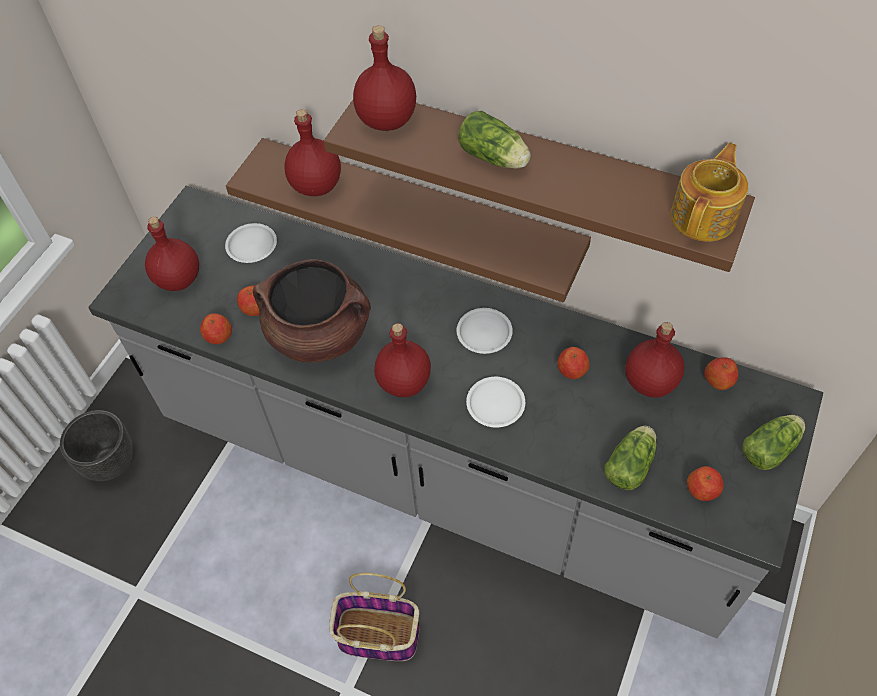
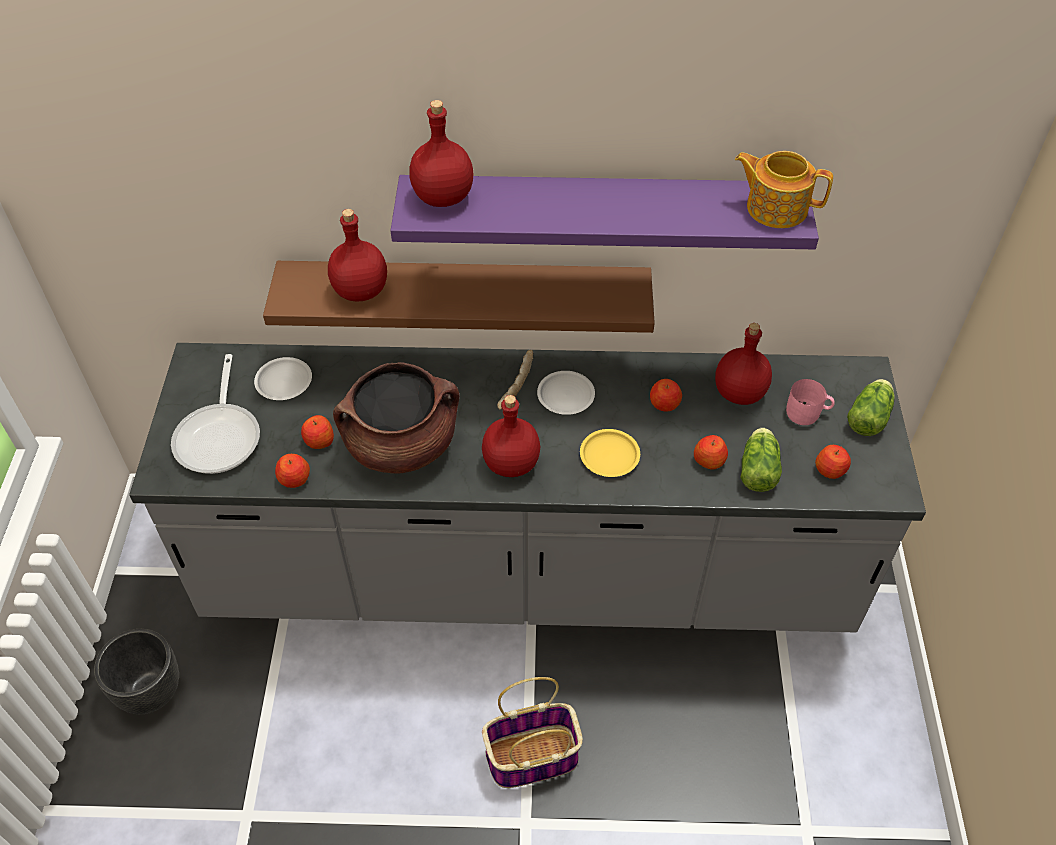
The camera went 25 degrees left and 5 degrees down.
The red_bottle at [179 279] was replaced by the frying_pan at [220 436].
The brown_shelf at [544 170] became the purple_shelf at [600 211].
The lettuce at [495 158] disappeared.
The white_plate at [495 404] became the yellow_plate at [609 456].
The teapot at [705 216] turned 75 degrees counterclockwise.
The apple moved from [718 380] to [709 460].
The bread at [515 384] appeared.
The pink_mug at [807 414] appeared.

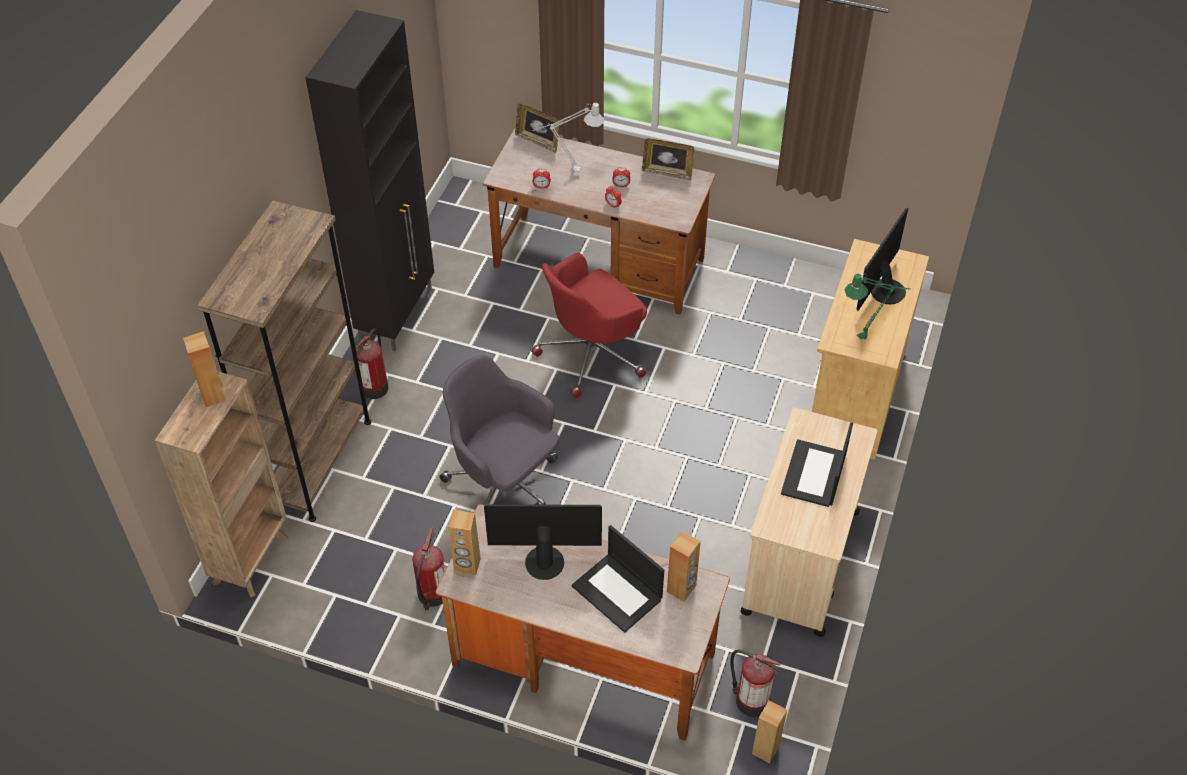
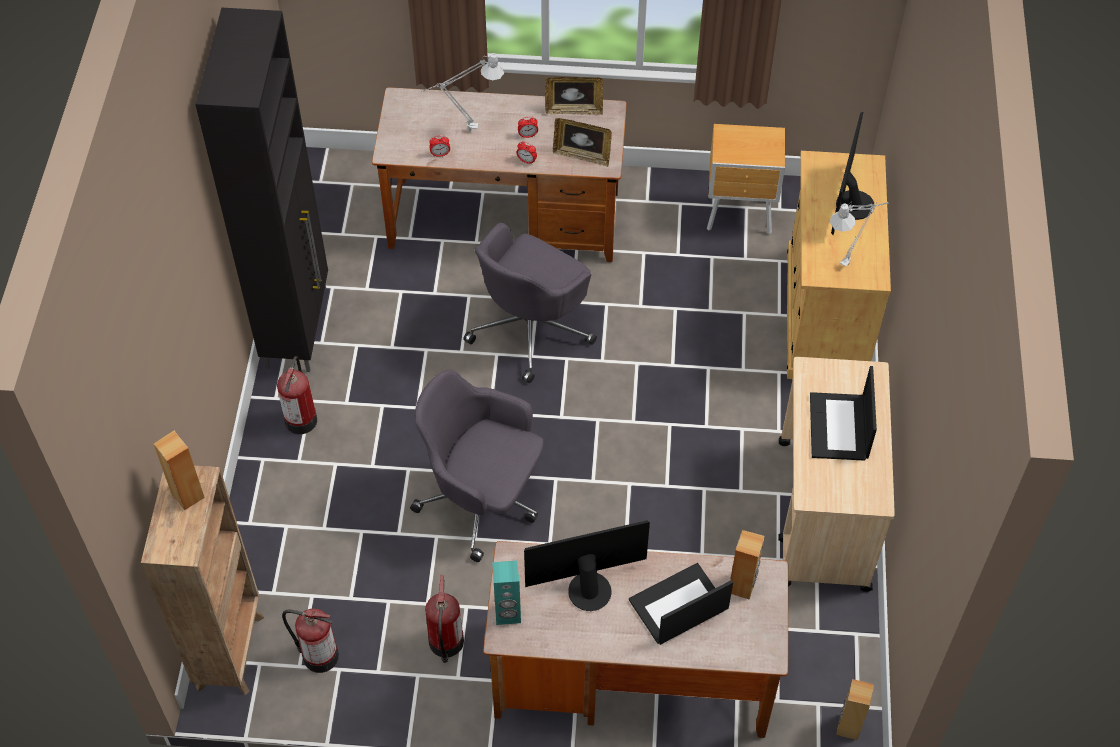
The camera went 15 degrees left and 5 degrees up.
The brown_bookcase at [317 462] disappeared.
The brown_speaker at [467 565] became the turquoise_speaker at [508 614].
The picture_frame moved from [538 141] to [582 156].
The red_office_chair at [592 354] became the grey_office_chair at [531 328].
The laptop at [618 592] turned 120 degrees clockwise.
The fire_extinguisher moved from [750 700] to [318 655].
The green_table_lamp at [869 336] became the grey_table_lamp at [850 261].
The brown_nightstand at [741 216] appeared.

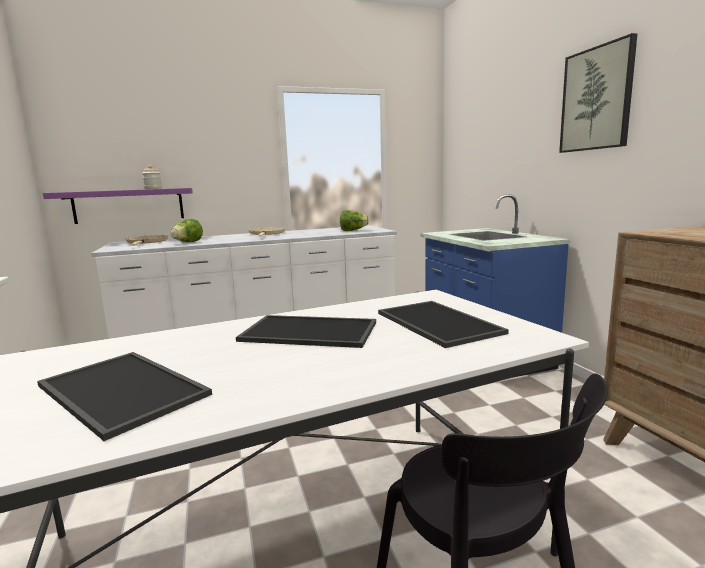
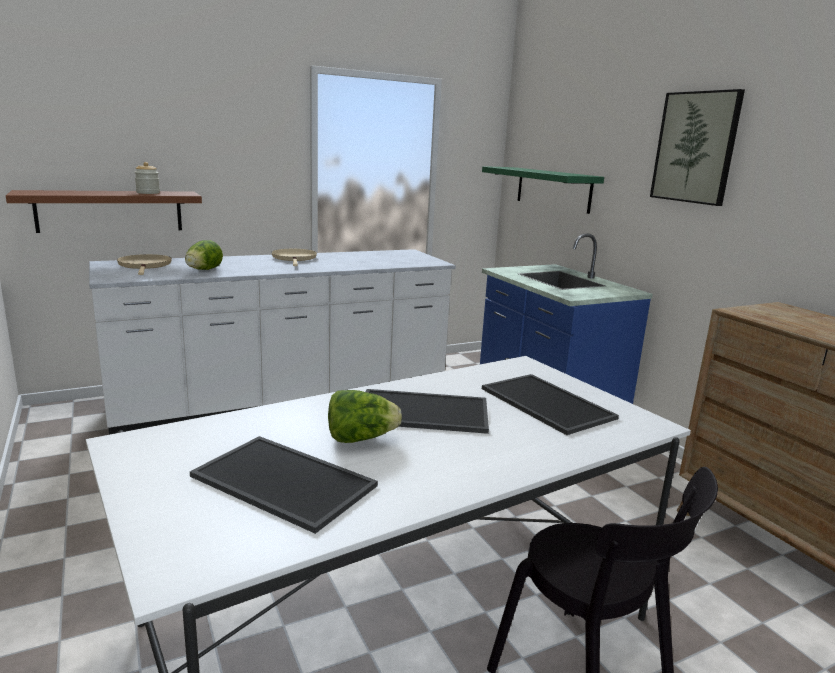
The camera went 10 degrees left and 5 degrees up.
The purple_shelf at [129 205] became the brown_shelf at [110 211].
The lettuce moved from [353 230] to [360 438].
The green_shelf at [553 189] appeared.

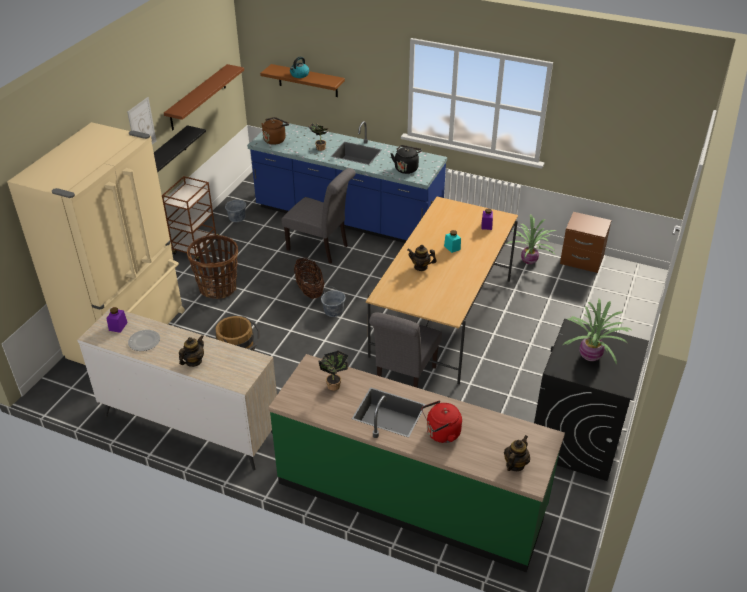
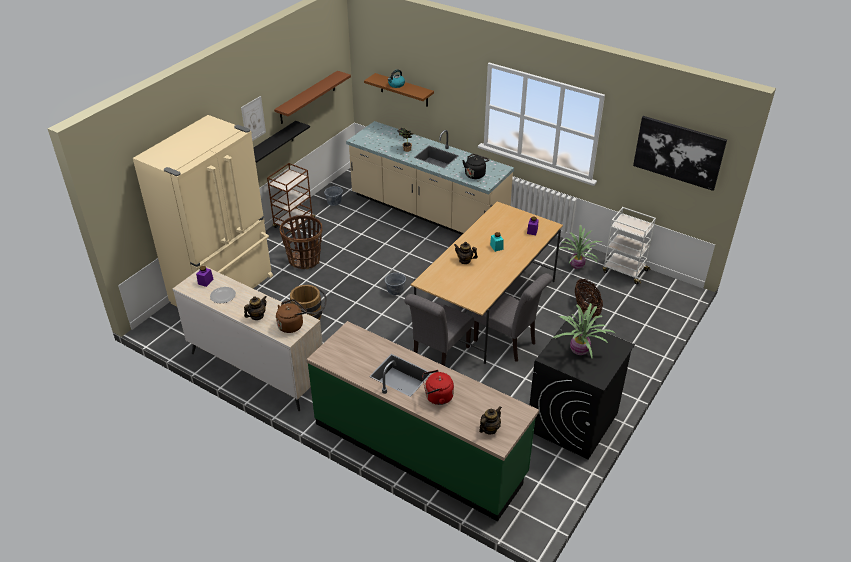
The camera went 10 degrees right and 0 degrees up.
The blue_counter at [347 219] became the beige_counter at [428 212].
The brown_kettle moved from [275 139] to [291 325].
The grey_chair moved from [321 248] to [508 343].
The basket moved from [309 290] to [586 309].
The potted_plant at [334 384] disappeared.
The brown_nightstand at [581 260] was replaced by the white_cart at [624 271].
The picture at [678 152] appeared.

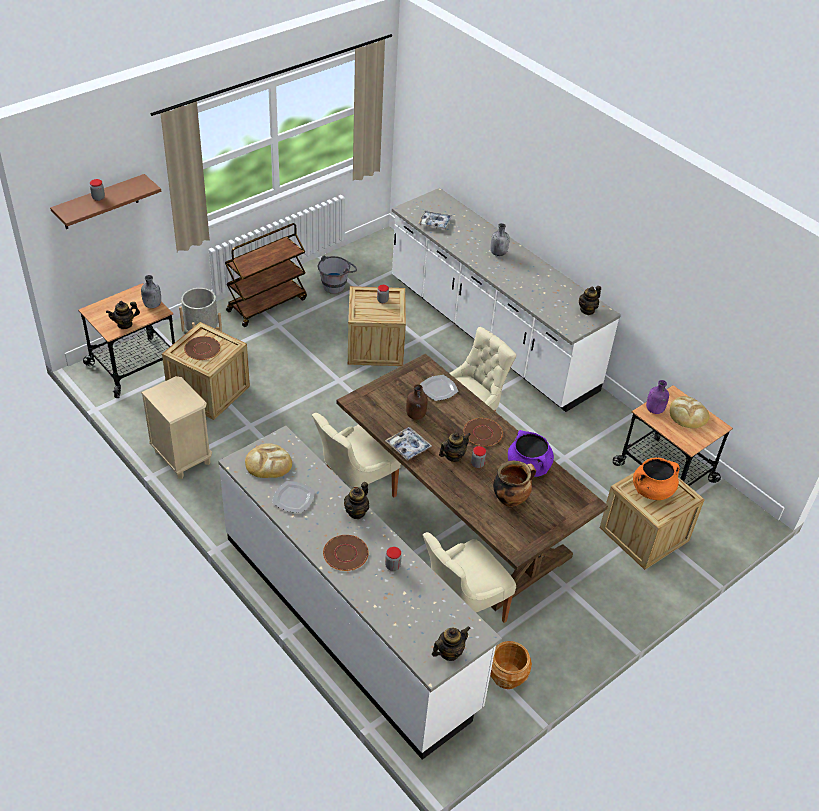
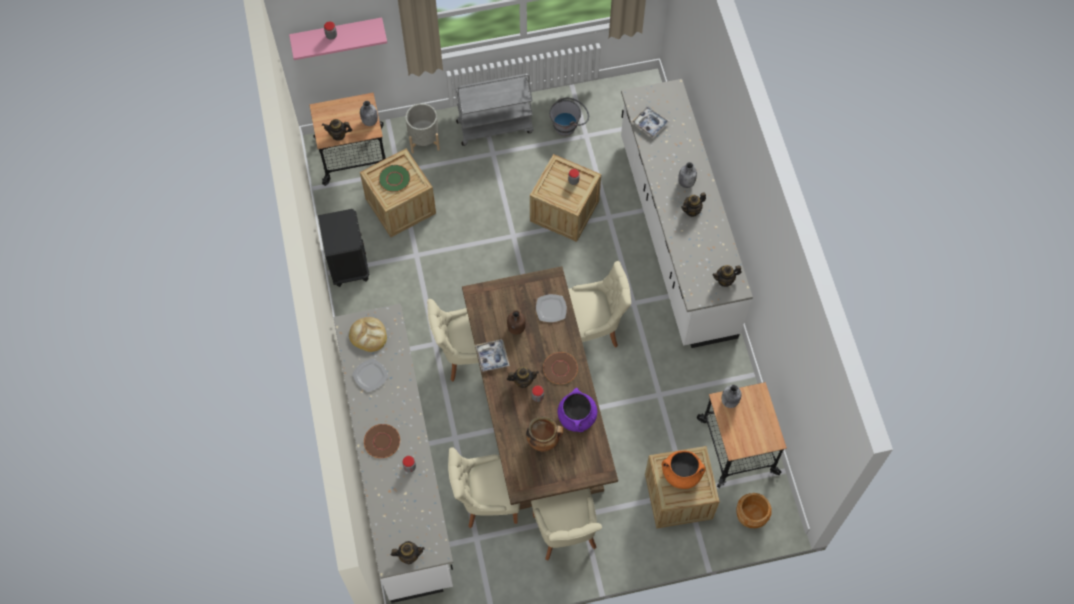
The camera went 30 degrees right and 20 degrees up.
The brown_shelf at [100 202] became the pink_shelf at [337 33].
The beige_nightstand at [182 457] became the black_nightstand at [349 265].
The brown_plate at [202 349] became the green_plate at [394 178].
The brown_cart at [267 304] became the grey_cart at [495 126].
The teapot moved from [356 512] to [692 210].
The brown_planter moved from [506 676] to [751 515].
The purple_bottle at [654 410] became the grey_bottle at [729 401].
The bread at [688 414] disappeared.
The beige_chair at [565 534] appeared.

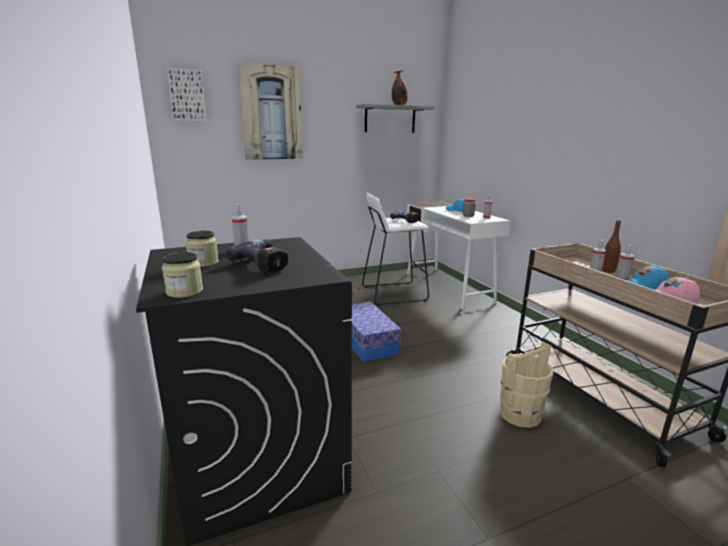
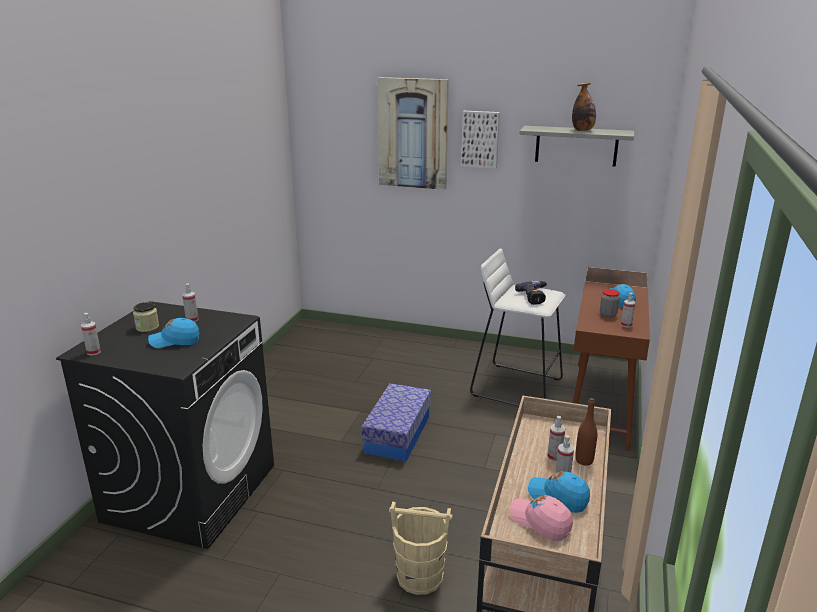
The camera went 40 degrees right and 5 degrees up.
The jar at [184 291] was replaced by the spray_bottle at [94 352].
The picture moved from [187 95] to [480 139].
The power_drill at [265 263] was replaced by the blue_cap at [175 341].
The white_desk at [448 287] became the brown_desk at [601 403].

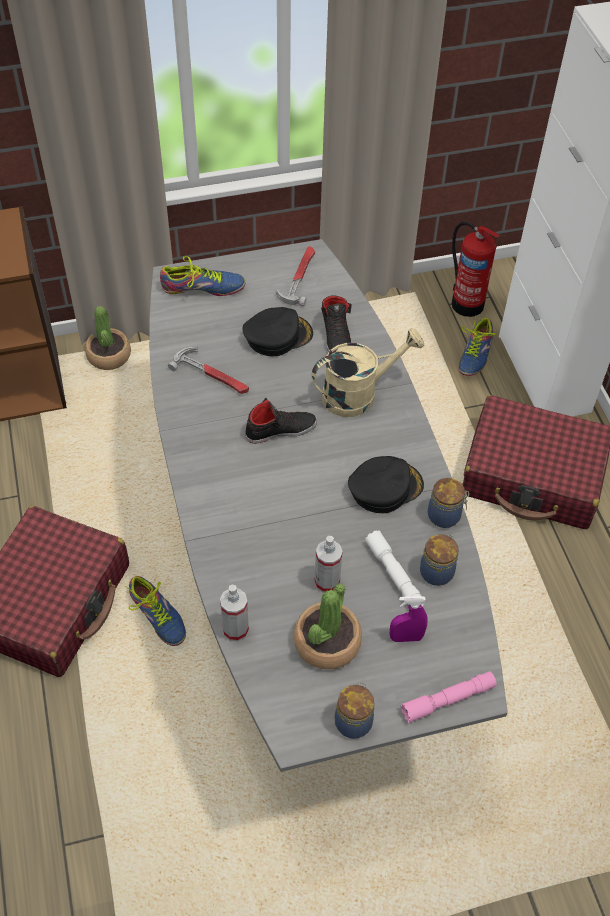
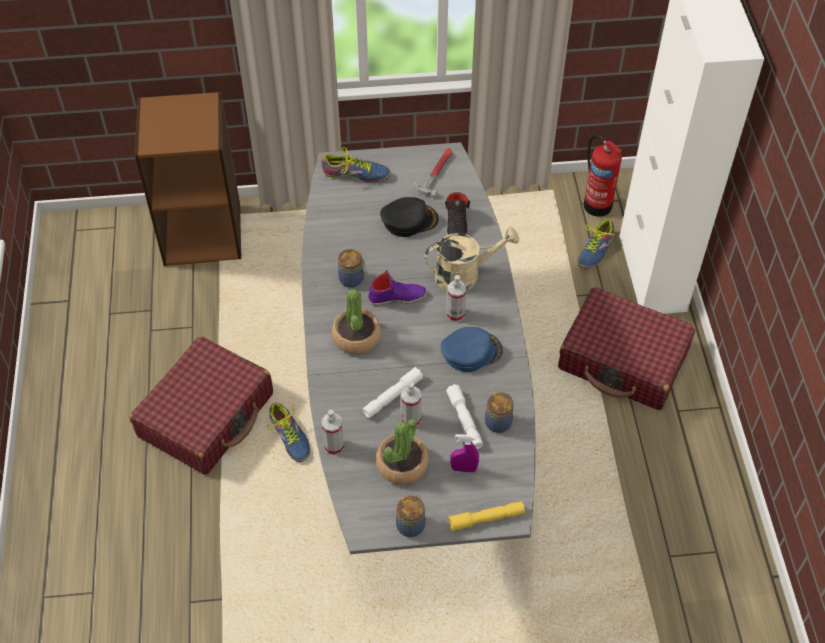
The camera went 10 degrees right and 0 degrees up.
The potted_plant moved from [109 356] to [356 337].
The hammer at [212 375] disappeared.
The black_shoe at [280 429] became the purple_shoe at [397 297].
The black_cap at [385 487] became the blue_cap at [471 352].
The pink_flashlight at [448 700] became the yellow_flashlight at [486 519].
The jar moved from [445 516] to [352 279].
The white_flashlight at [392 396] appeared.
The spray_bottle at [455 314] appeared.

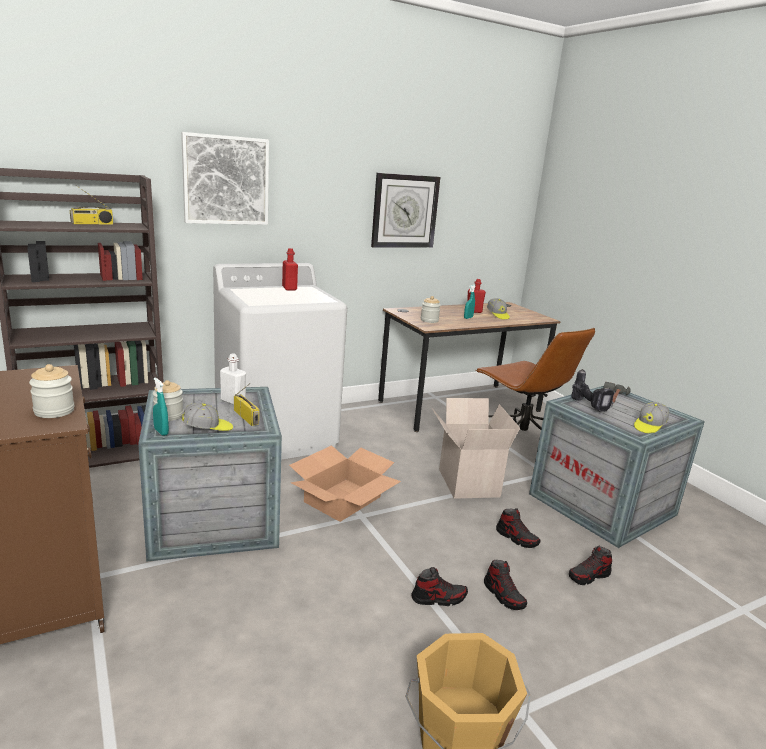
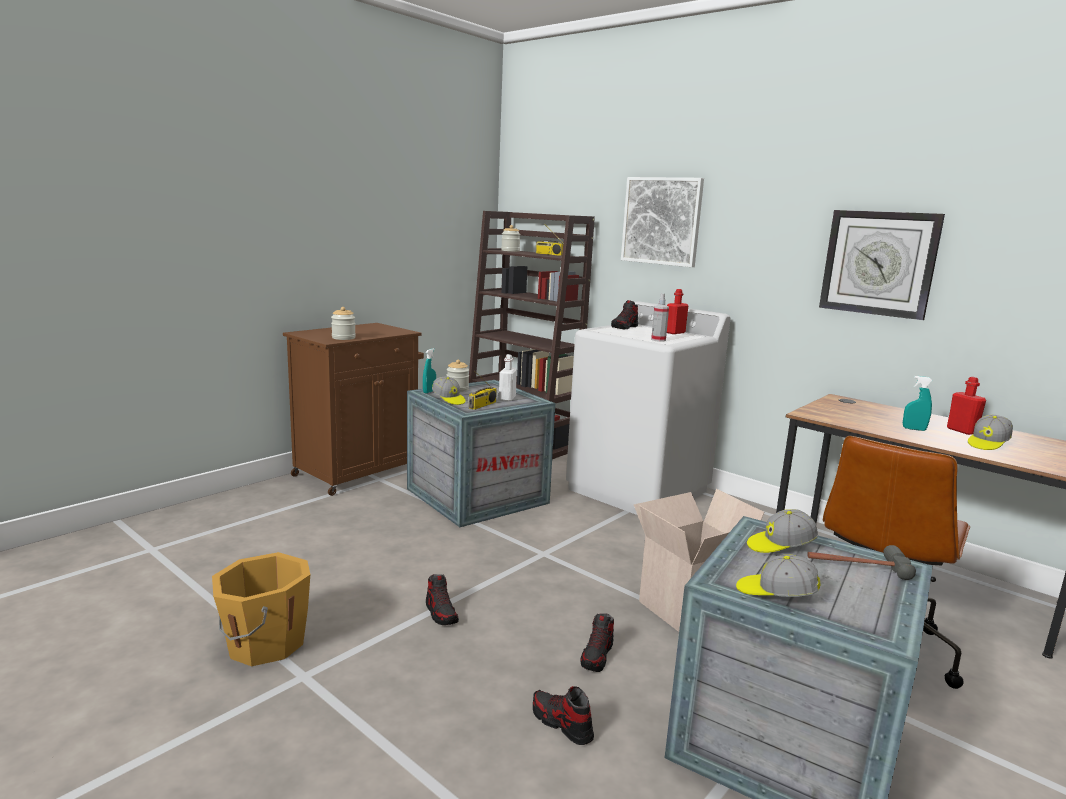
The camera went 70 degrees right and 5 degrees down.
The cardboard_box at [343 499] disappeared.
The jar moved from [429 320] to [510 251].
The shoe moved from [504 595] to [624 327].
The power_drill at [590 406] was replaced by the cap at [780 546].
The spray_bottle at [658 340] appeared.

